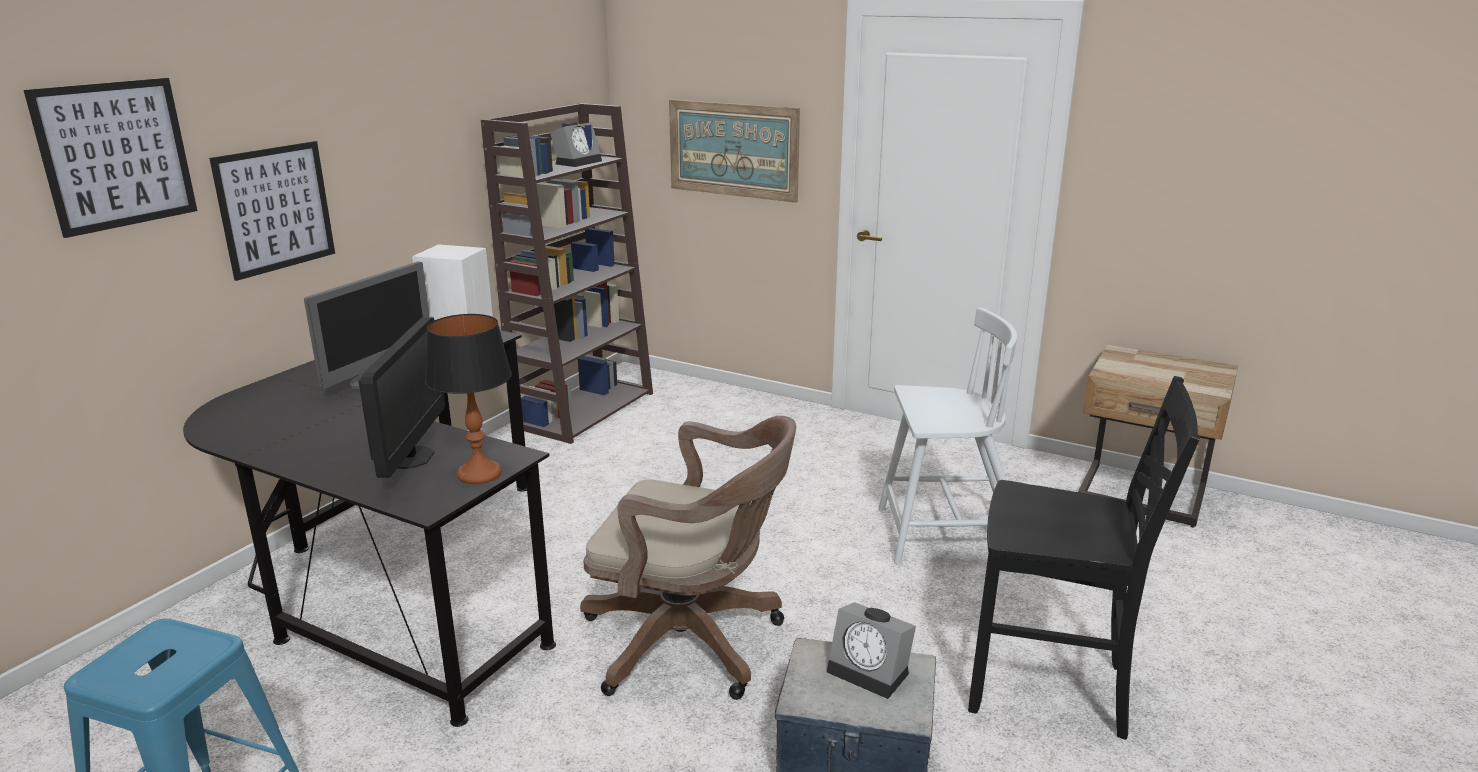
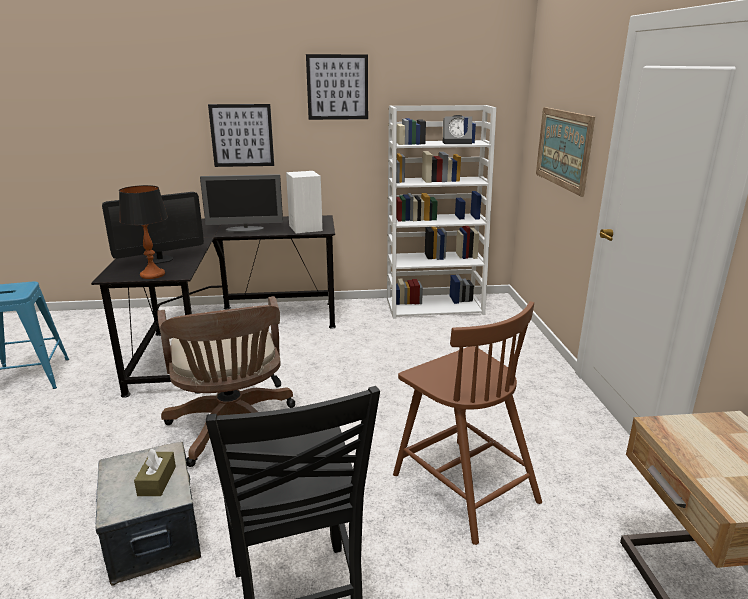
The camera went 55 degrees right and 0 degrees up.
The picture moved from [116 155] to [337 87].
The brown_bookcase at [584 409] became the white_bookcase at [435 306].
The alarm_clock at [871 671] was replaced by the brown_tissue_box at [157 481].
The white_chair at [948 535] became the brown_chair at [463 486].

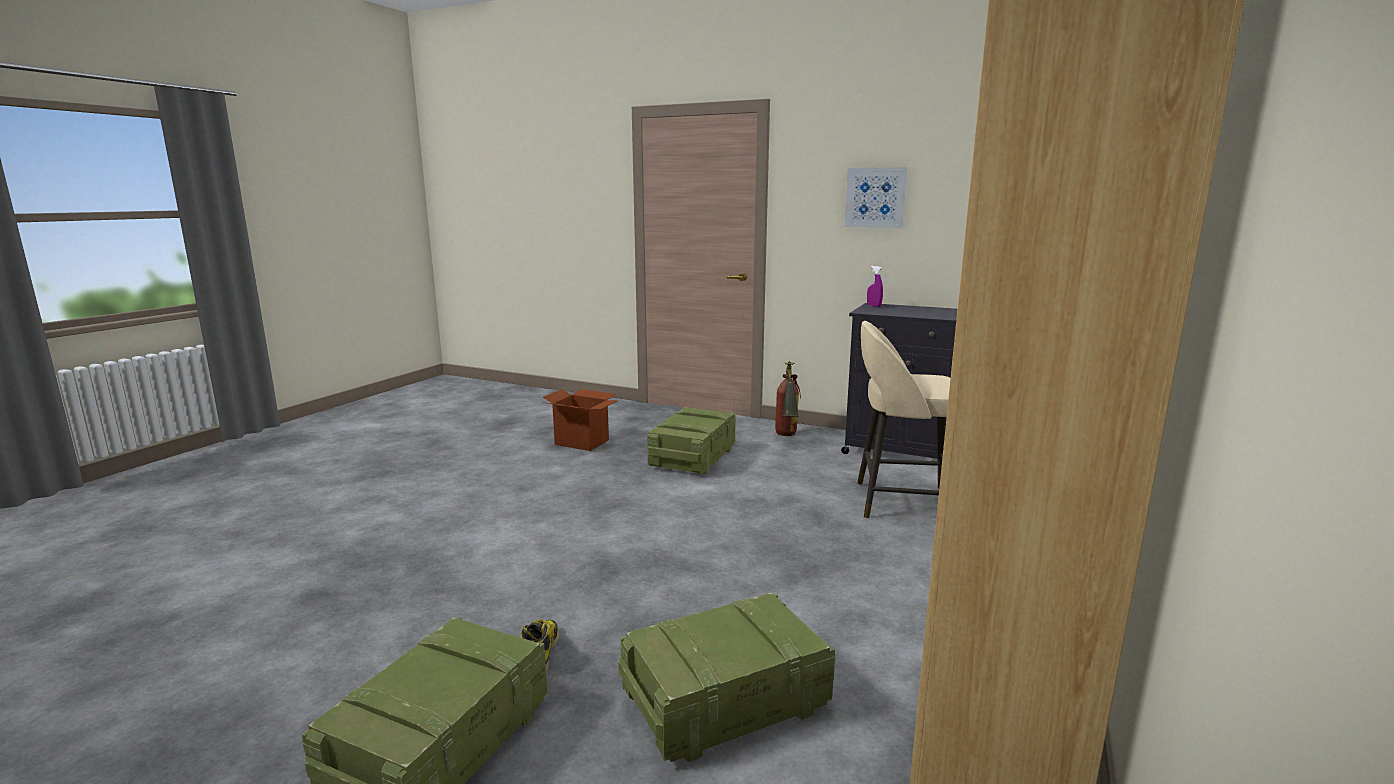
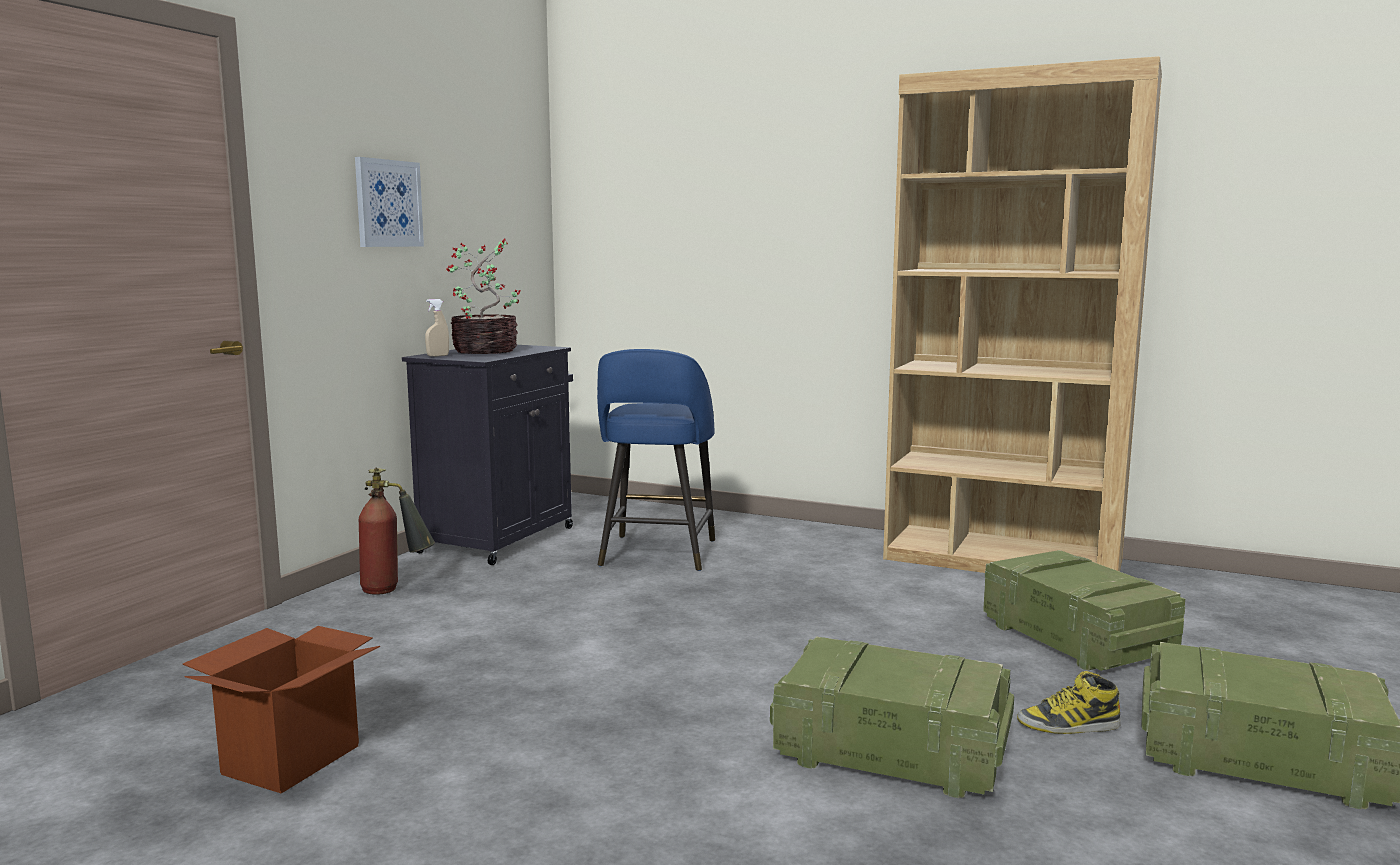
The camera went 90 degrees left and 5 degrees down.
The crate moved from [693 458] to [894 751].
The beige_stool at [900 501] became the blue_stool at [657 554].
The purple_spray_bottle at [874 306] became the beige_spray_bottle at [438 356].
The potted_plant at [487 351] appeared.

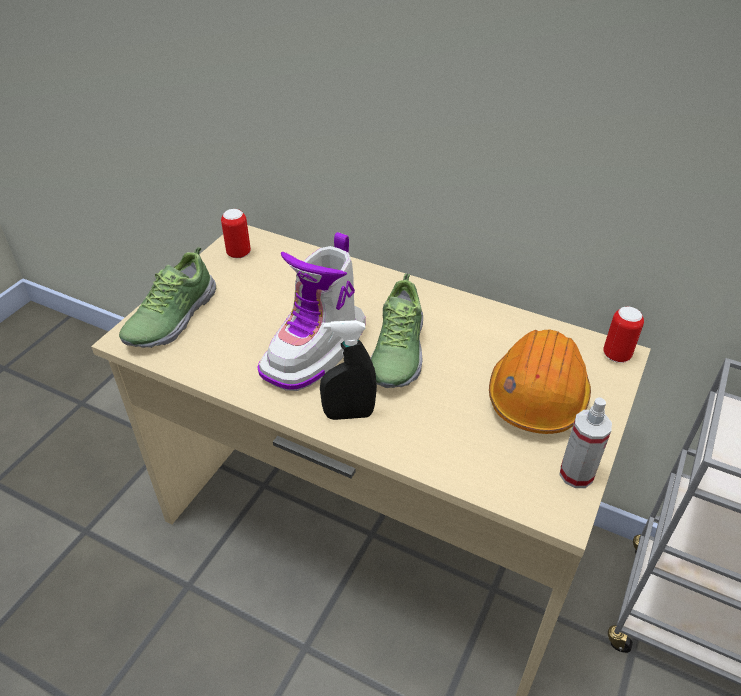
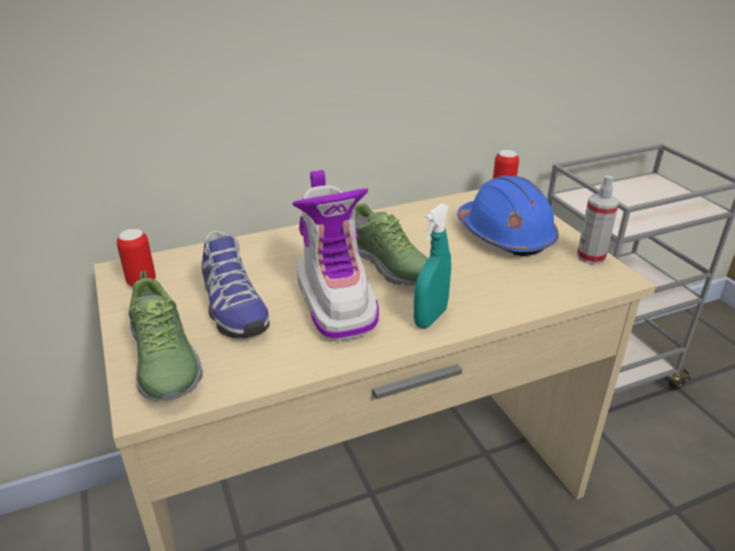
The camera went 50 degrees left and 10 degrees down.
The black_spray_bottle at [349 414] became the turquoise_spray_bottle at [430 318].
The orange_hard_hat at [537 395] became the blue_hard_hat at [505 235].
The shoe at [232 309] appeared.

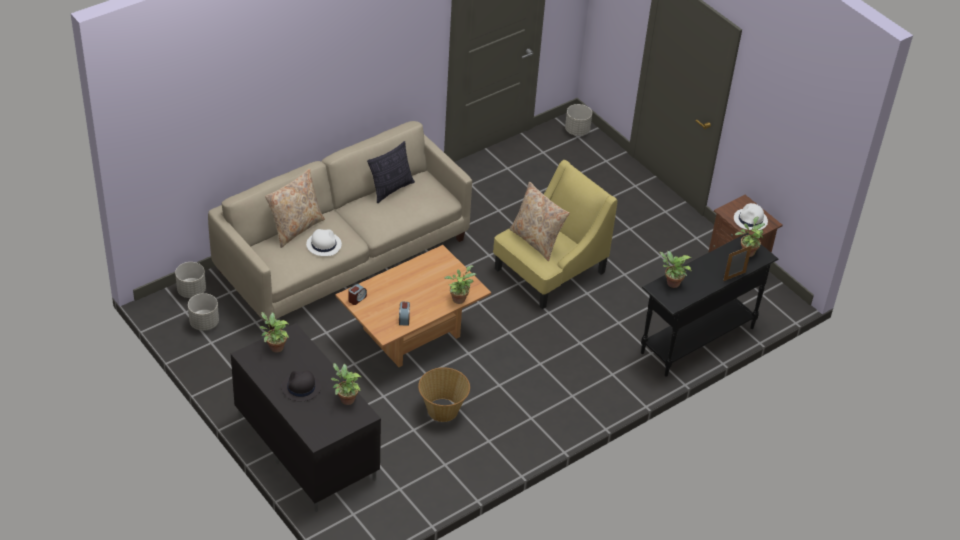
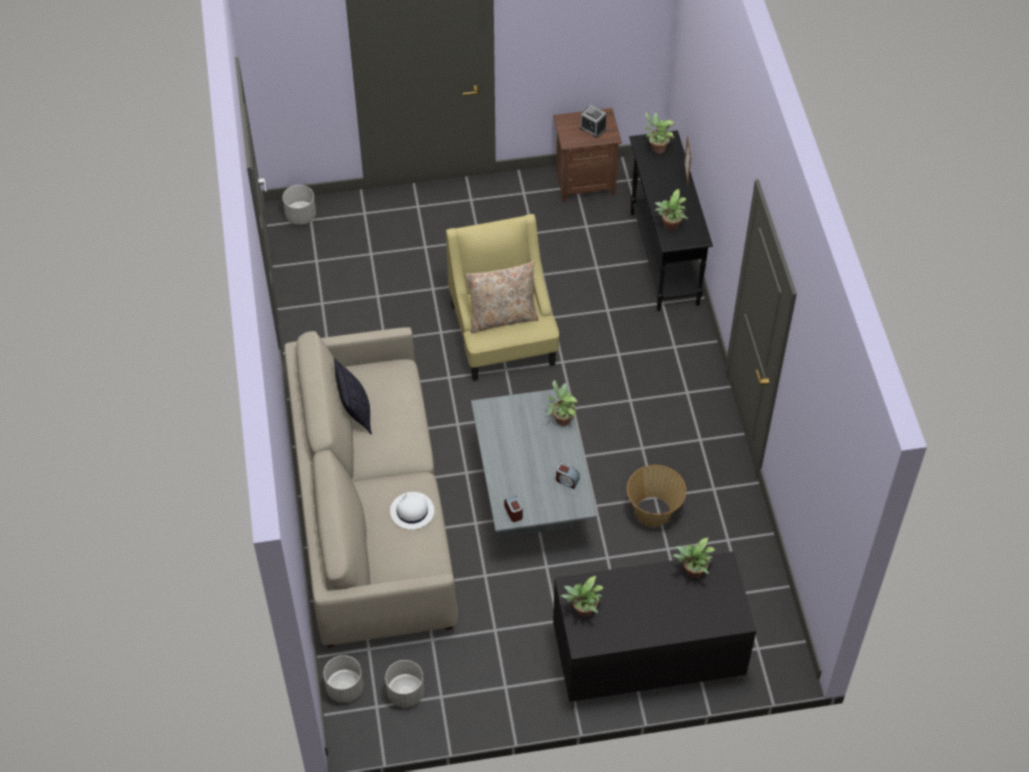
The camera went 60 degrees left and 10 degrees up.
The beige_pillow at [296 228] disappeared.
The black_hat at [301 387] disappeared.
The brown_coffee_table at [412 335] became the grey_coffee_table at [531 496].
The white_hat at [750 220] was replaced by the alarm_clock at [592 128].

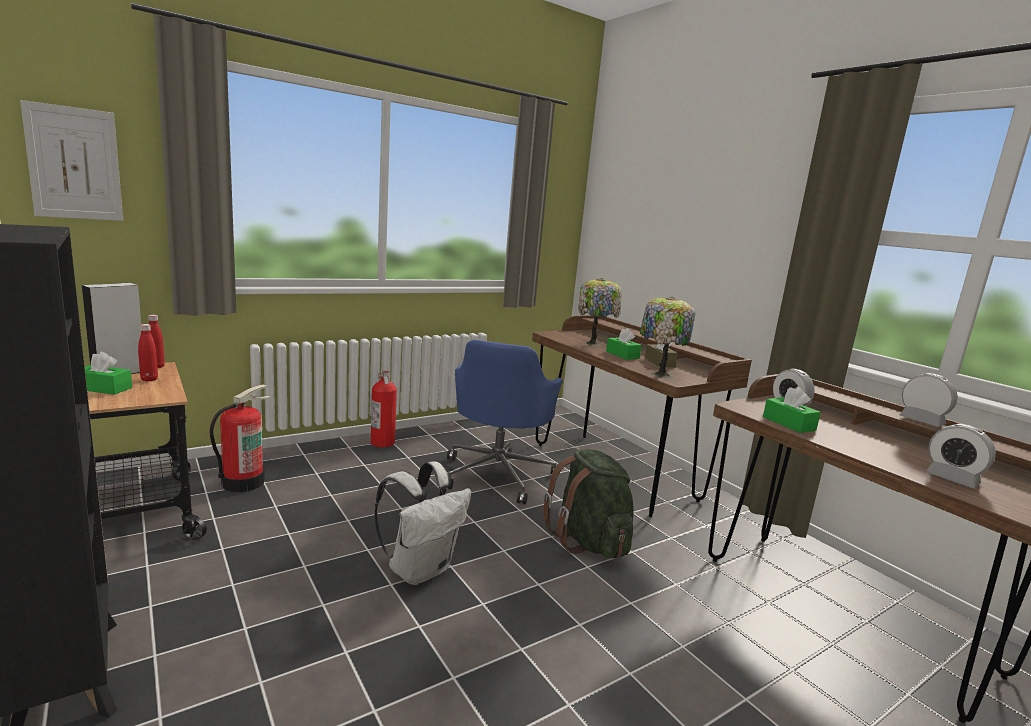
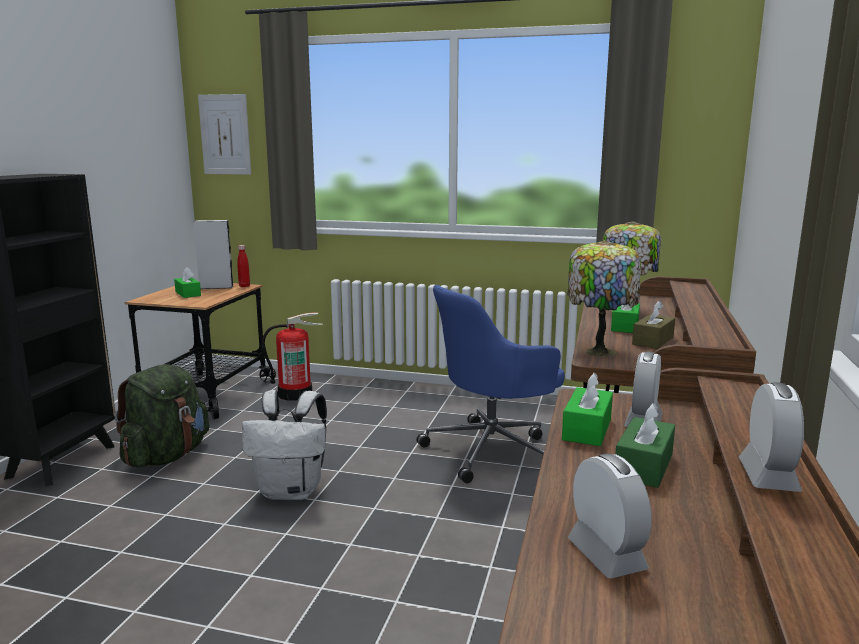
The camera went 50 degrees right and 0 degrees up.
The red_bottle at [149 379] disappeared.
The fire_extinguisher at [383 442] disappeared.
The green_backpack moved from [588 541] to [167 456].
The alarm_clock at [952 479] turned 150 degrees clockwise.
The green_tissue_box at [643 466] appeared.

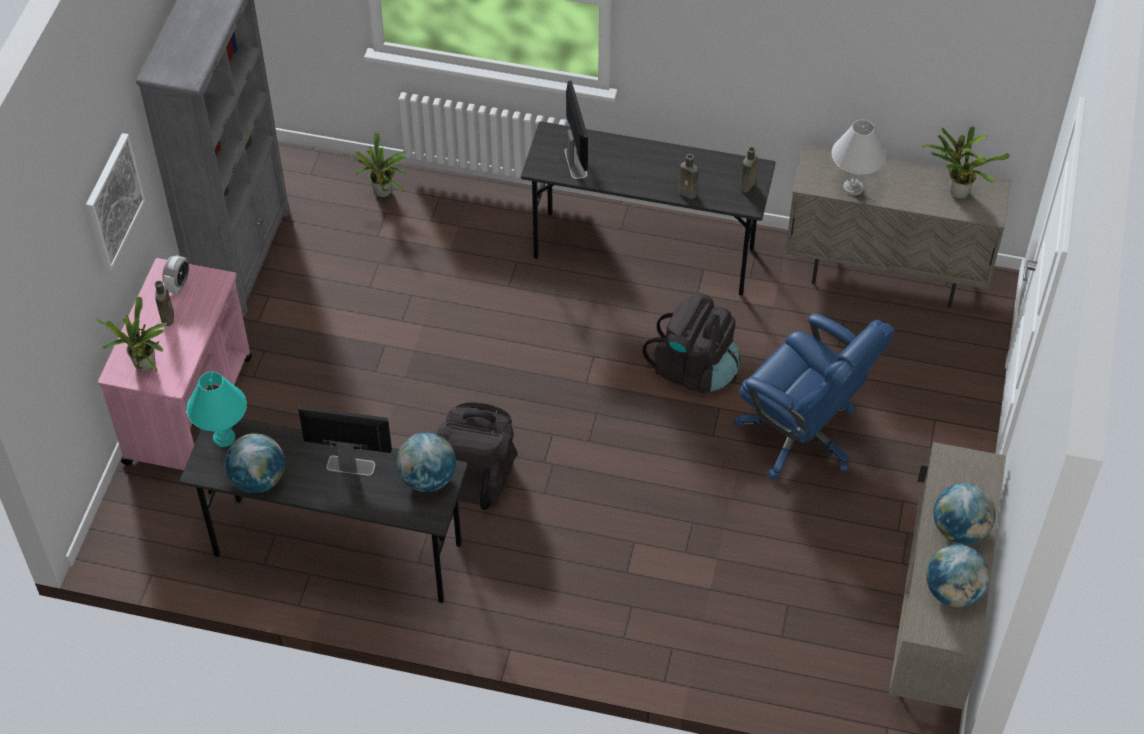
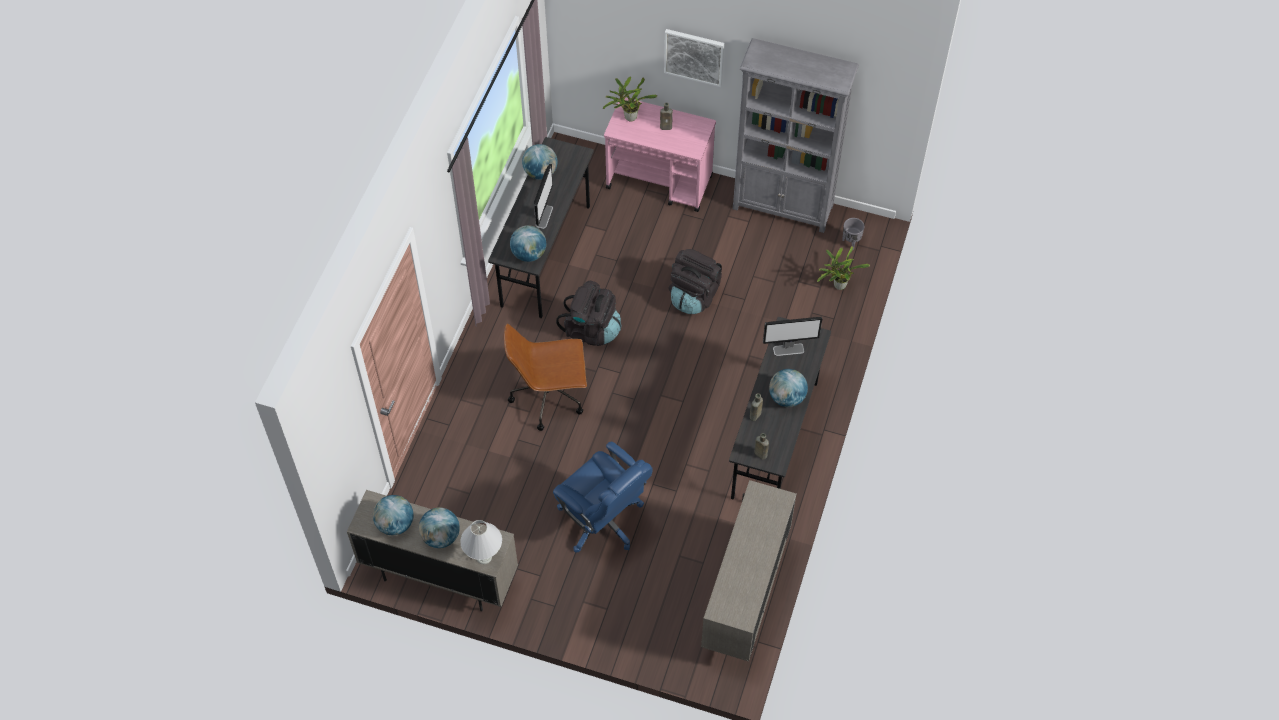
The camera went 95 degrees right and 5 degrees up.
The alarm_clock at [179 284] disappeared.
The turquoise_table_lamp at [224 437] disappeared.
The black_backpack moved from [694 369] to [694 295].
The blue_office_chair at [801 435] turned 90 degrees counterclockwise.
The white_table_lamp moved from [853 188] to [483 557].
The potted_plant at [956 191] disappeared.
The brown_office_chair at [549 396] appeared.
The globe at [786 397] appeared.
The grey_planter at [850 242] appeared.

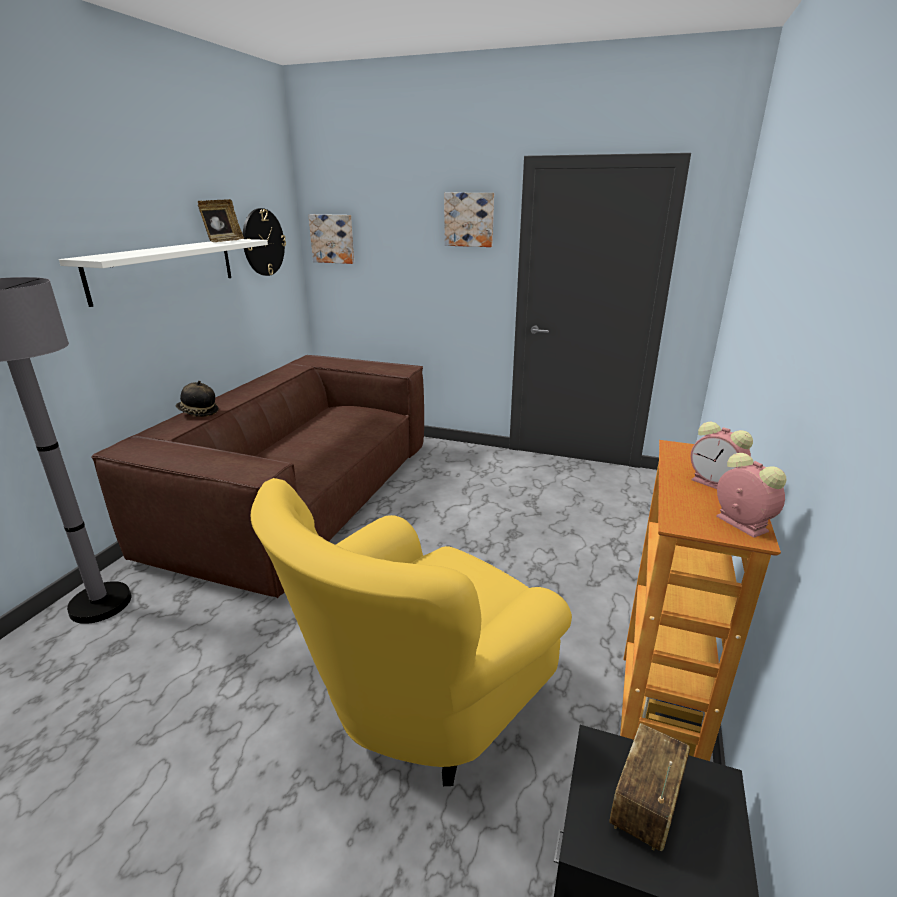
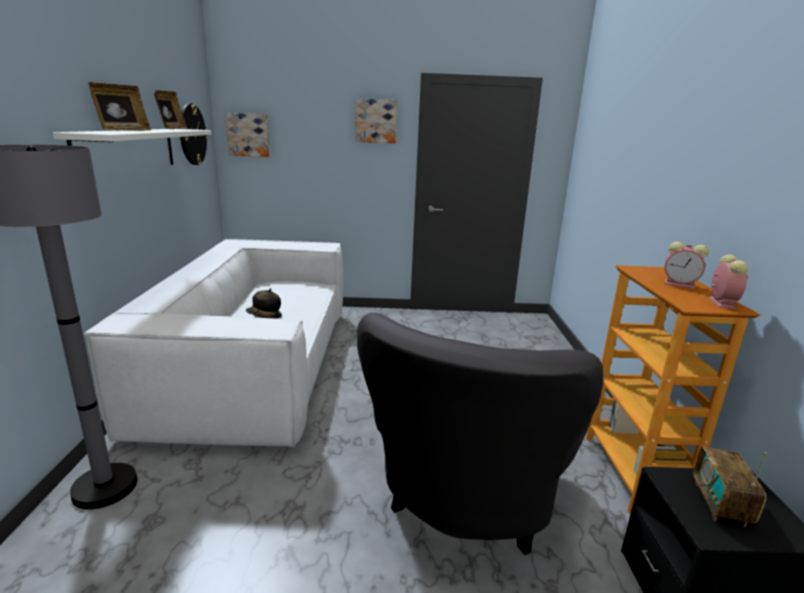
The camera went 20 degrees left and 5 degrees down.
The brown_sofa at [302 496] became the white_sofa at [255 364].
The hat moved from [198 413] to [264 316].
The yellow_armchair at [419 703] became the grey_armchair at [466 502].
The alarm_clock at [739 523] turned 60 degrees clockwise.
The picture_frame at [123 130] appeared.

